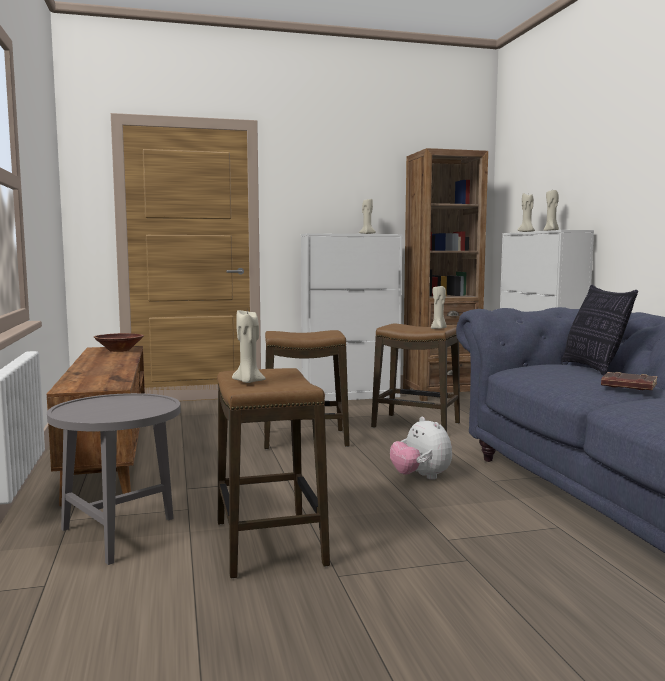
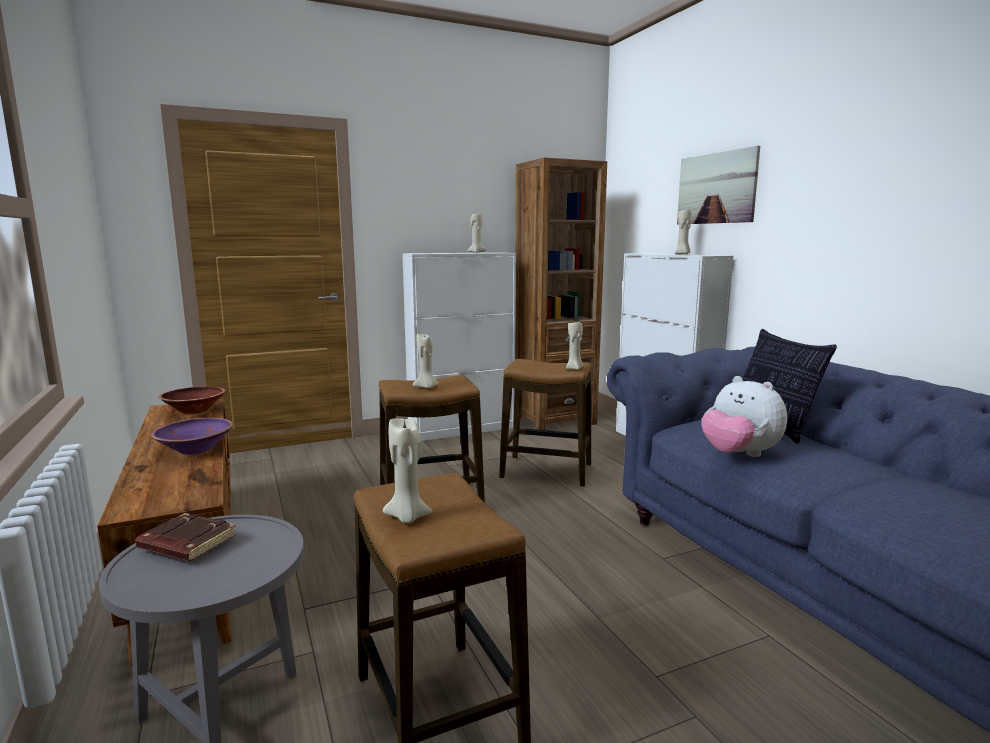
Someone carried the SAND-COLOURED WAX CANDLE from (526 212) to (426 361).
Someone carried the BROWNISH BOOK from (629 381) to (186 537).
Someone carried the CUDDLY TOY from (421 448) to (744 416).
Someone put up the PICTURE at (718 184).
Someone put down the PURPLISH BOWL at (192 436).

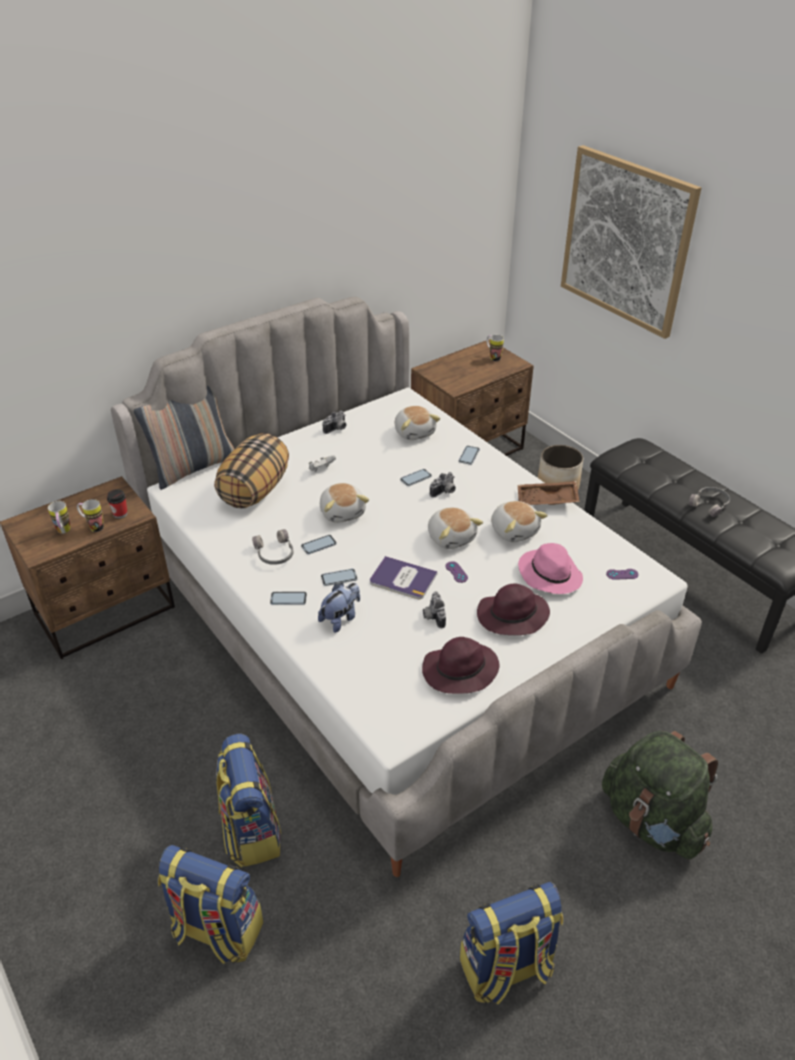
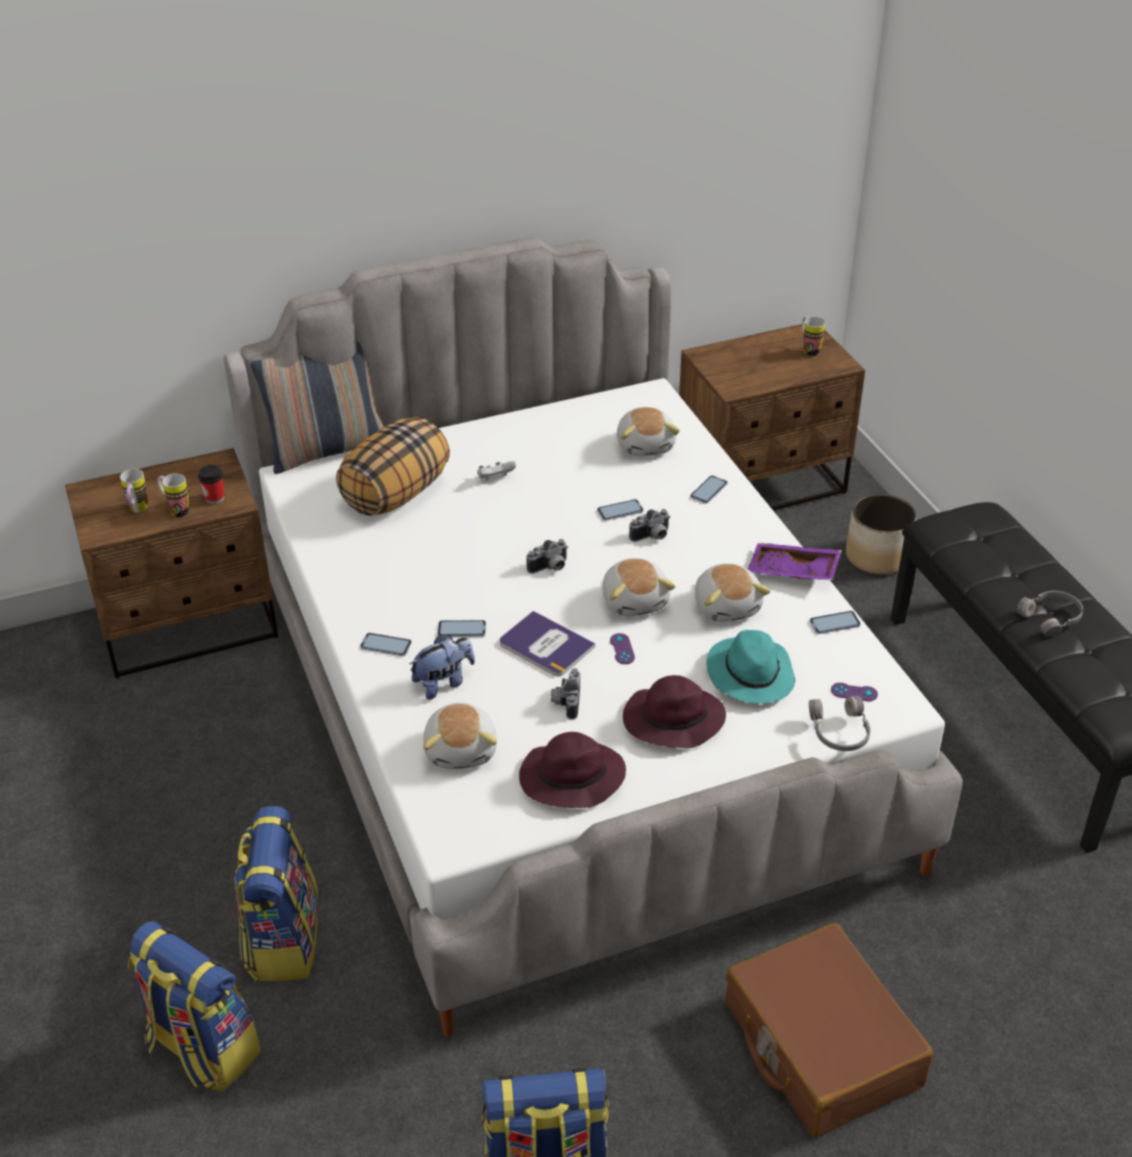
Someone took away the PICTURE at (631 242).
Someone carried the STILL CAMERA from (334 422) to (547 556).
Someone repainted the BROWNISH TRAY at (549 493), which became the PURPLISH TRAY at (795 561).
Someone carried the CUDDLY TOY from (344 503) to (460 736).
Someone carried the GRAY HEADSET from (272 547) to (839 723).
Someone carried the TELEPHONE from (319 544) to (835 622).
Someone repainted the PINK WEARABLE HAT at (550 568), which became the TURQUOISE-COLOURED WEARABLE HAT at (750 667).
Someone swapped the GREEN-COLOURED KNAPSACK at (660 795) for the BROWNISH SUITCASE at (829 1030).

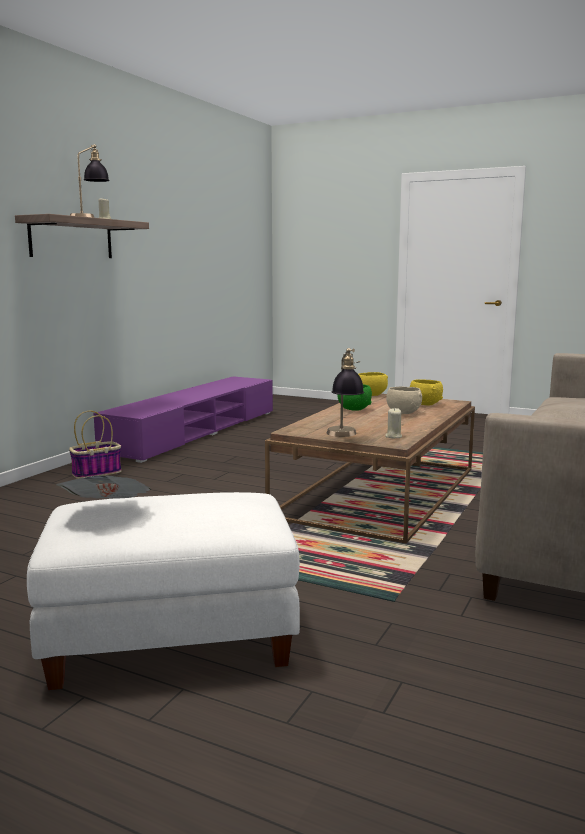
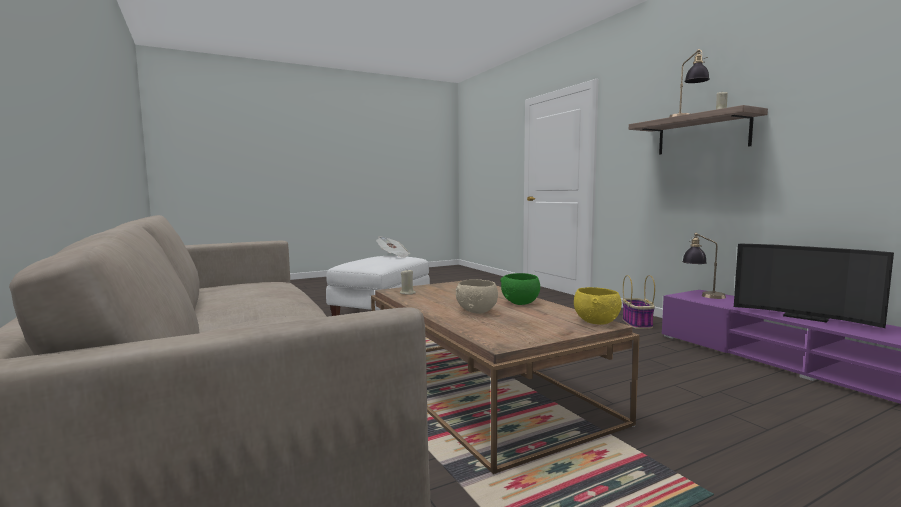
Someone carried the TABLETOP LAMP from (345 392) to (704 266).
Someone took away the YELLOW BOWL at (426 392).
Someone put down the TV SET at (814 286).

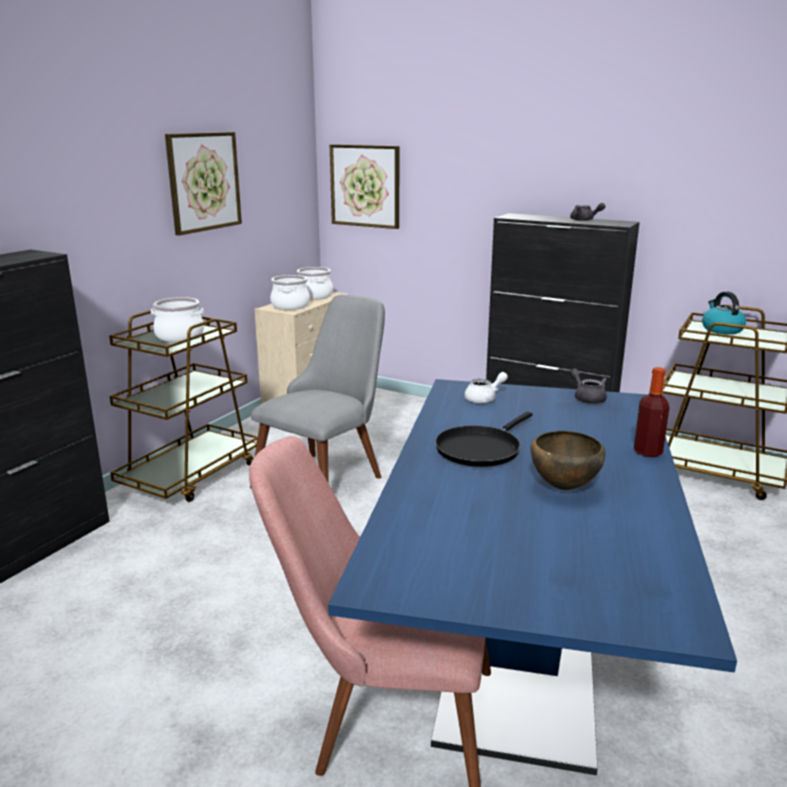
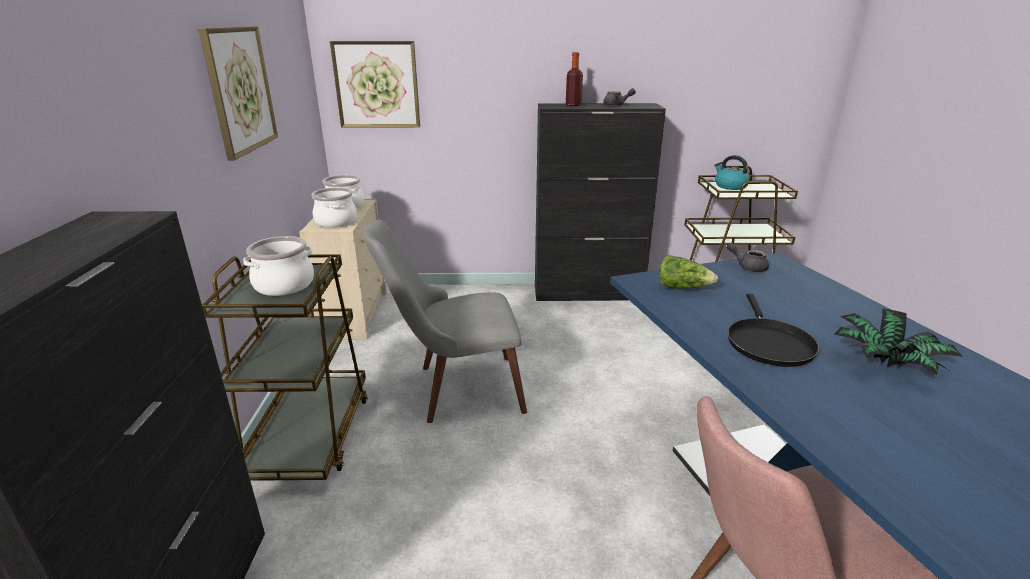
Someone rotated the GRAY CHAIR at (317 391) by 105 degrees counterclockwise.
Someone carried the BOTTLE from (652 412) to (574 79).
Someone swapped the WHITE POT FOR TEA at (486 387) for the LETTUCE HEAD at (688 272).
Someone swapped the BROWNISH BOWL at (568 460) for the PLANT IN A POT at (898 342).

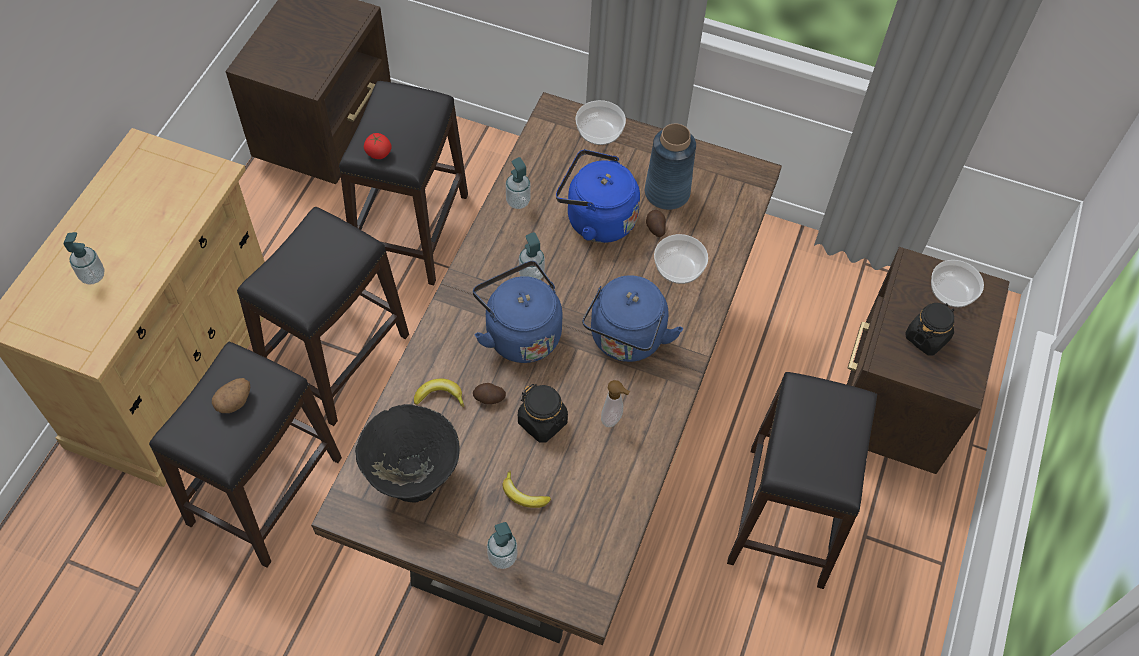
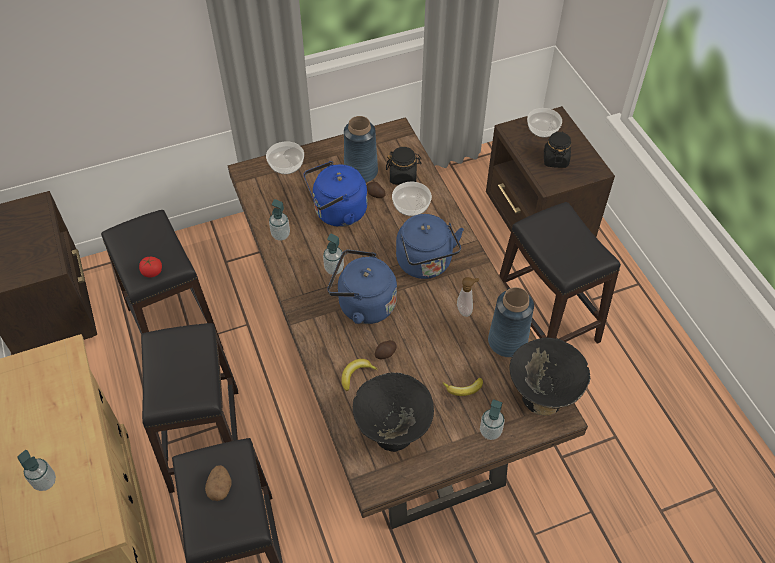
Someone carried the BLACKISH STORAGE JAR from (543 413) to (403 166).
Someone put down the BLUE-COLOURED DECORATIVE VASE at (511 322).
Someone put down the BLACKISH BOWL at (550 377).

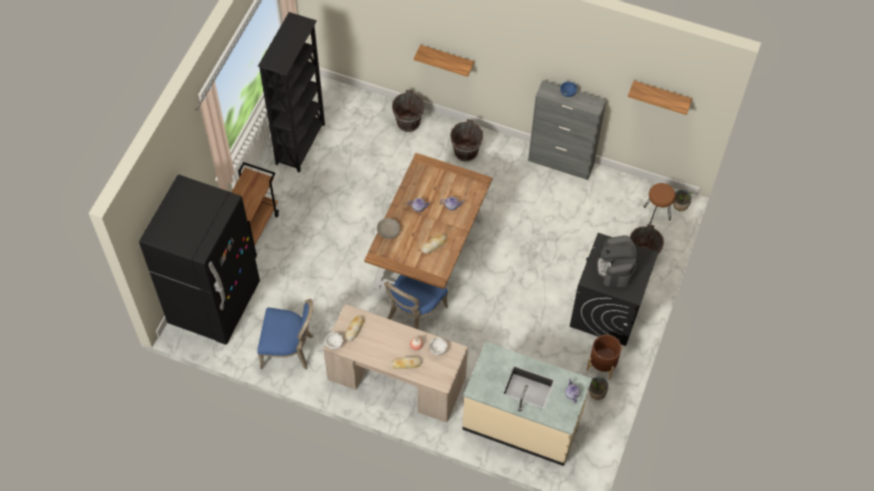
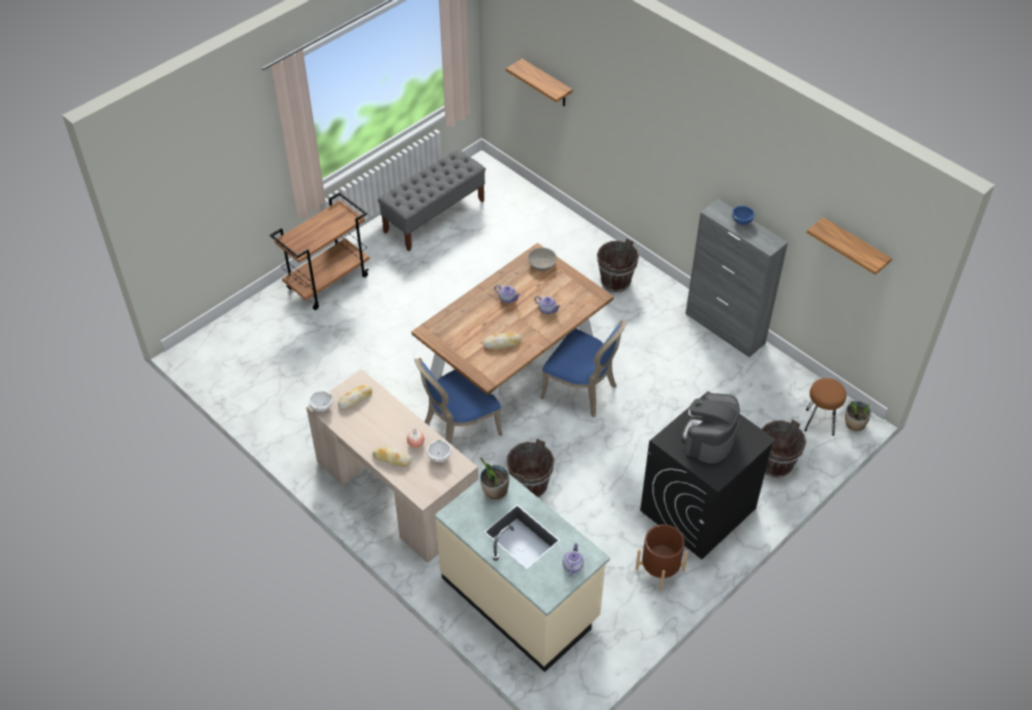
Someone swapped the BLACKISH SHELVING UNIT at (291 92) for the GRAY BENCH at (432 200).
Someone carried the BRACKET SHELF from (444 61) to (539 82).
Someone carried the BROWNISH PAIL from (408 111) to (530 468).
Someone took away the BLACKISH REFRIGERATOR at (199 259).
Someone carried the GRAY BOWL from (388 228) to (542 259).
Someone carried the BLUE-COLOURED CHAIR from (285 334) to (583 368).
Someone carried the PLANT IN A POT from (599 388) to (494 478).

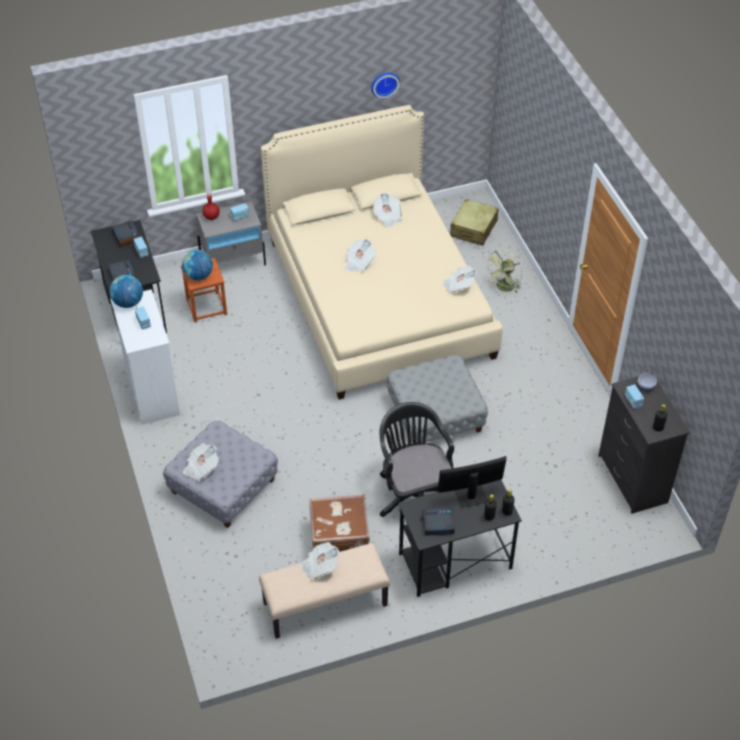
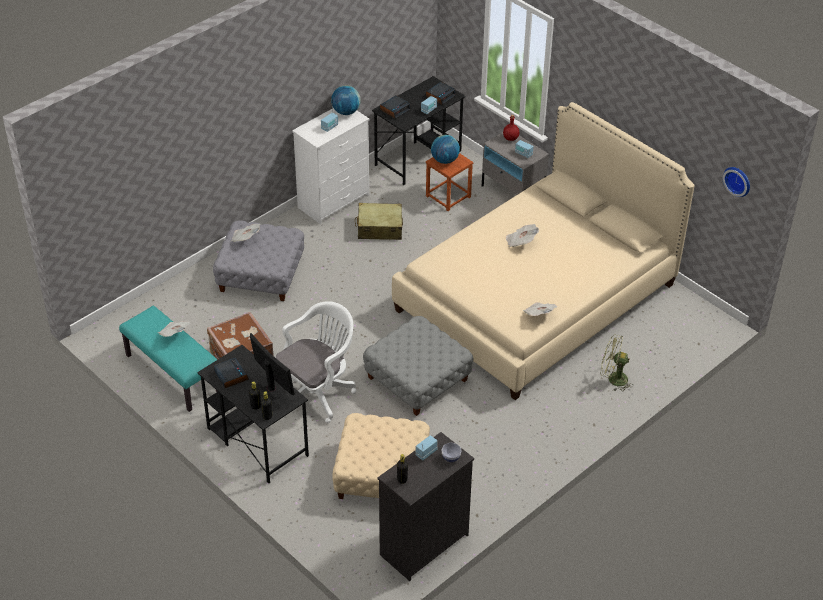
Someone carried the WALL CLOCK from (385 85) to (736 182).
Someone took away the PRINTED PAPER at (387 210).
Someone carried the SAND-COLOURED SUITCASE from (474 222) to (379 221).
Someone repainted the BLACKISH DESK CHAIR at (417 459), which became the WHITE DESK CHAIR at (316 362).
Someone repainted the SAND-COLOURED BENCH at (324 591), which became the TURQUOISE-COLOURED BENCH at (168 359).
Someone put down the SAND-COLOURED POUFFE at (381 456).

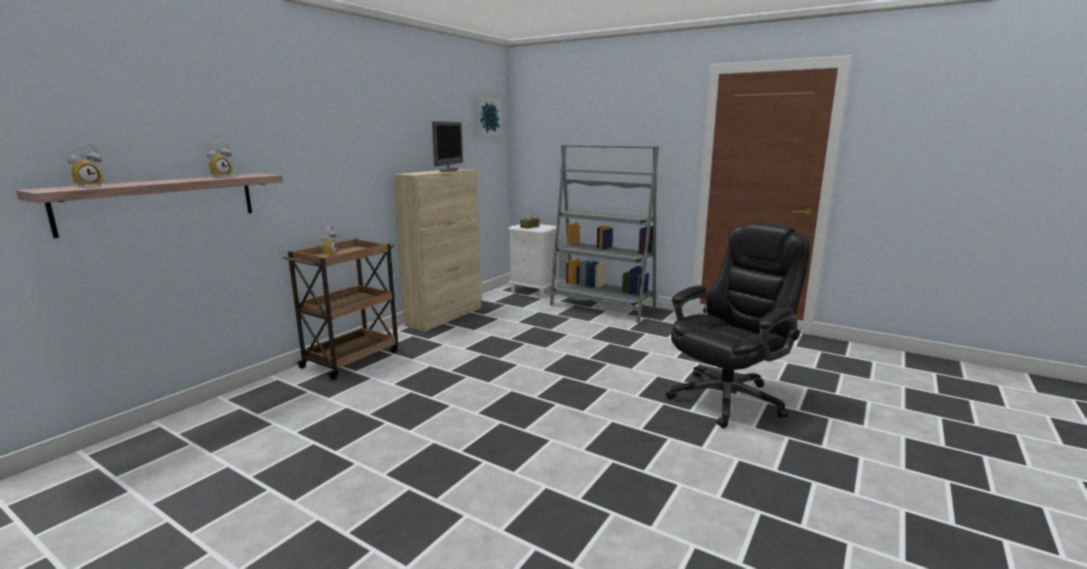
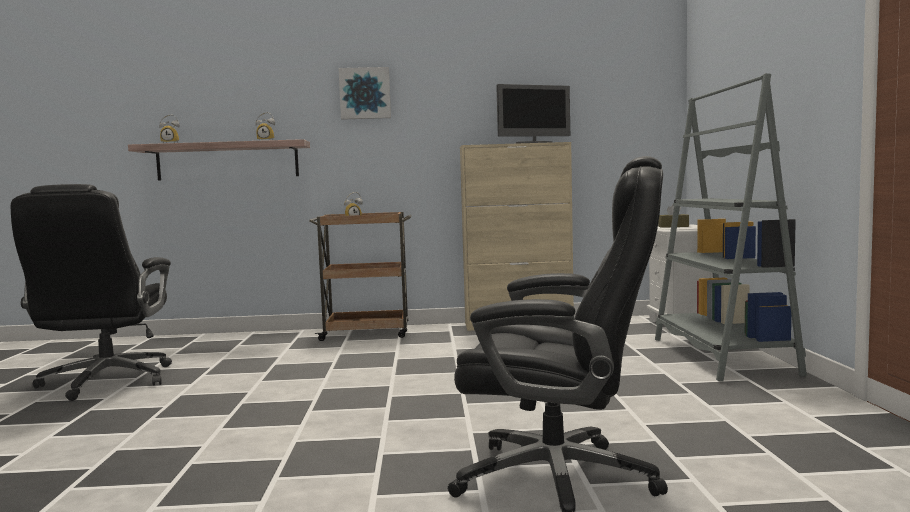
Someone carried the PICTURE from (488 116) to (365 93).
Someone put down the BLACKISH DESK CHAIR at (91 292).

